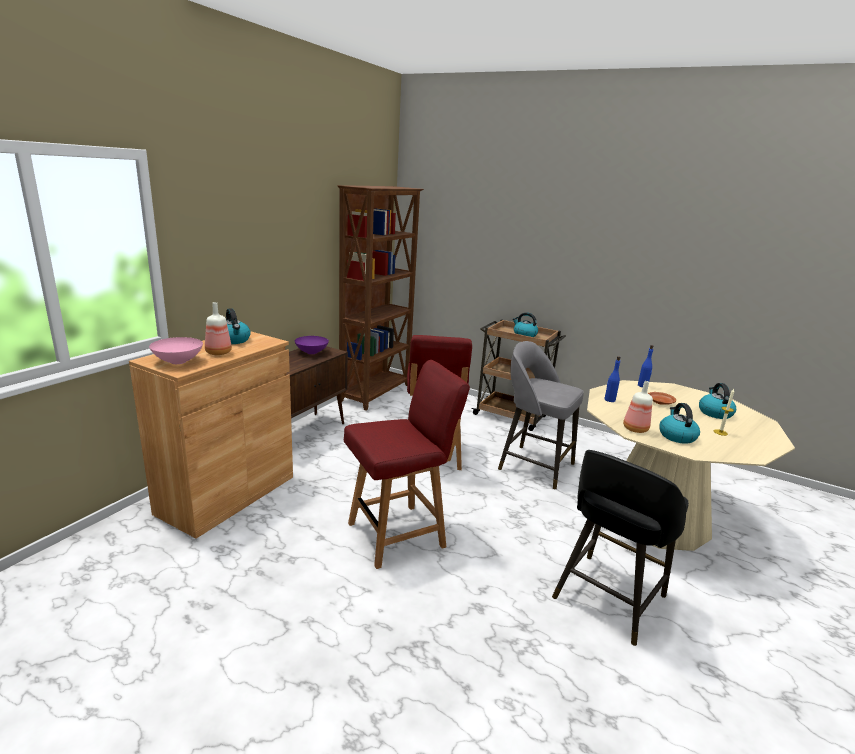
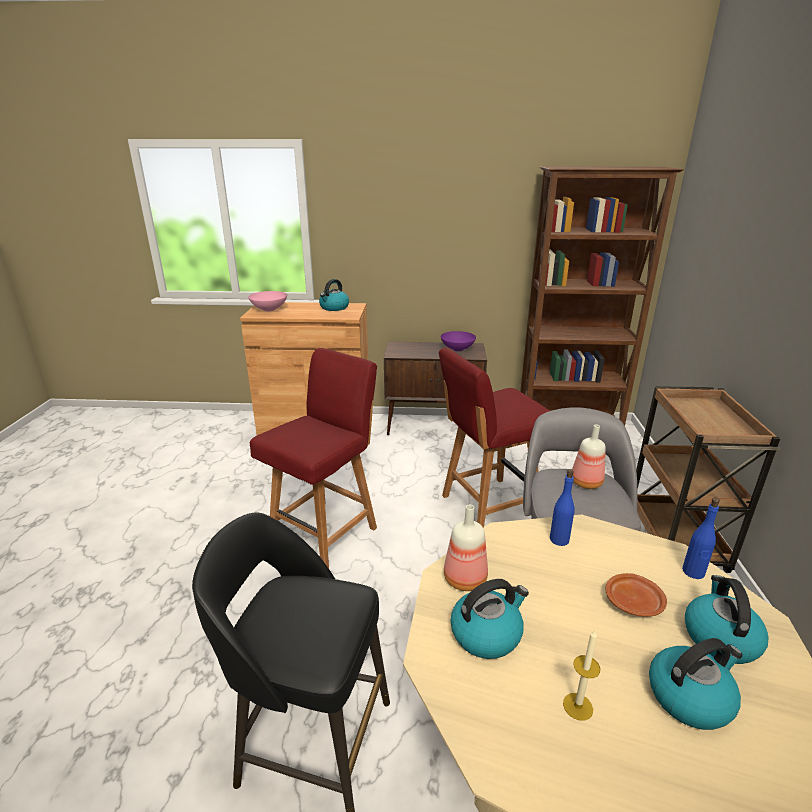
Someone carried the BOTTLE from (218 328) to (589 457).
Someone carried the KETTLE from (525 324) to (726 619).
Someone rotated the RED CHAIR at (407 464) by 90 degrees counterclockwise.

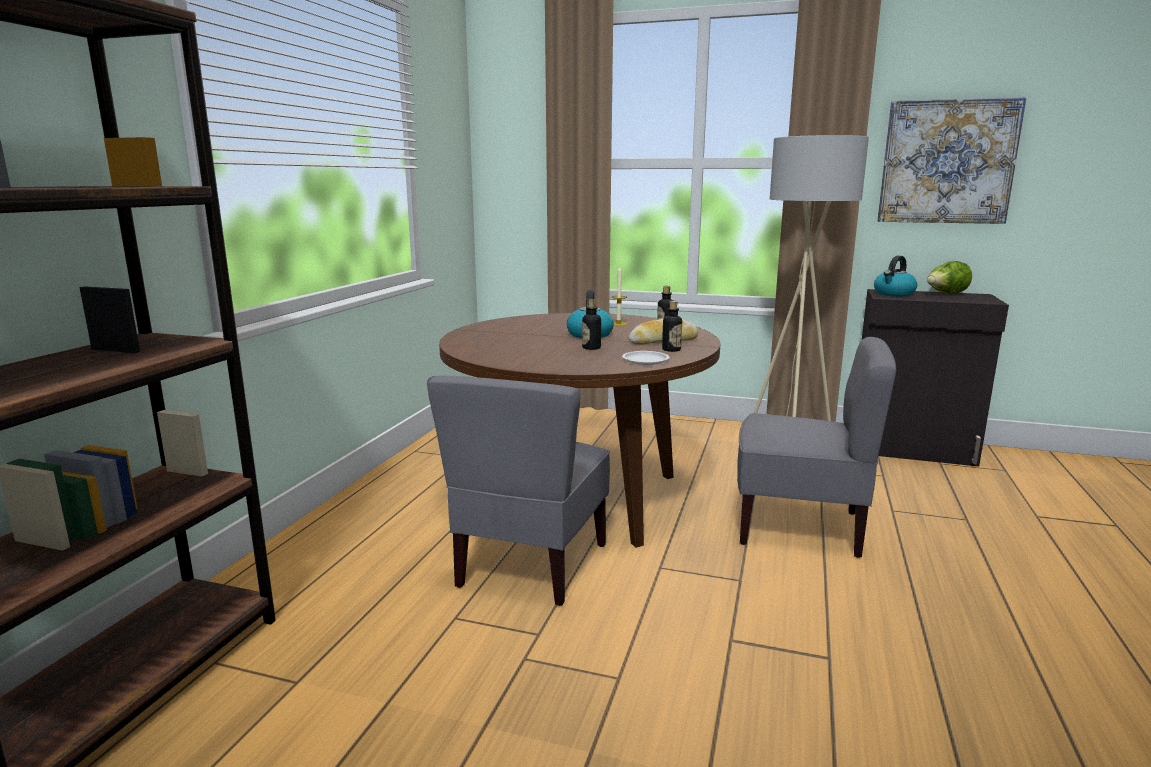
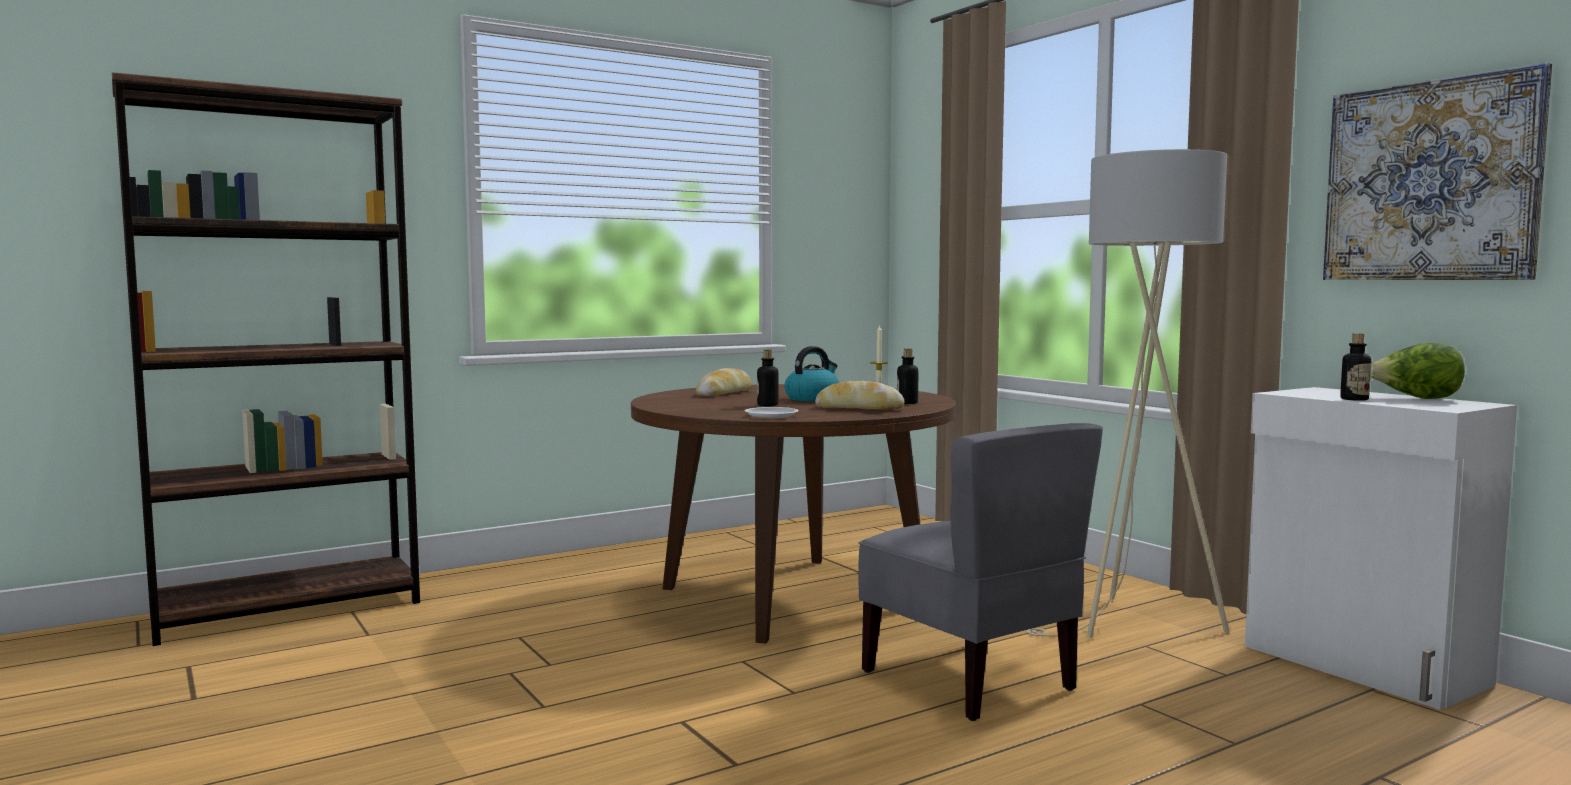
Someone took away the KETTLE at (895 276).
Someone repainted the BLACKISH STORAGE CABINET at (935 378), which became the WHITE STORAGE CABINET at (1381 548).
Someone carried the BOTTLE from (672 326) to (1355 367).
Someone took away the GRAY CHAIR at (518 491).
Someone put down the BREAD at (724 382).

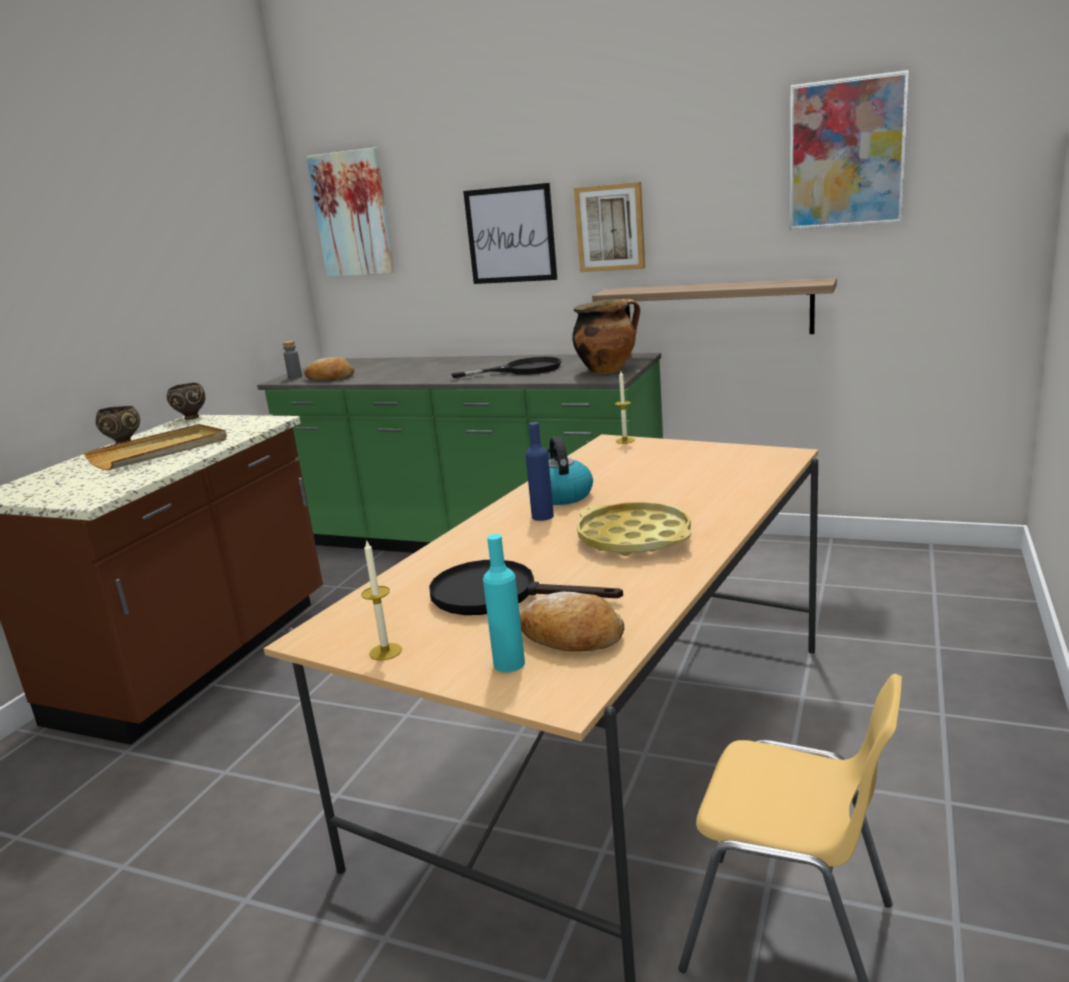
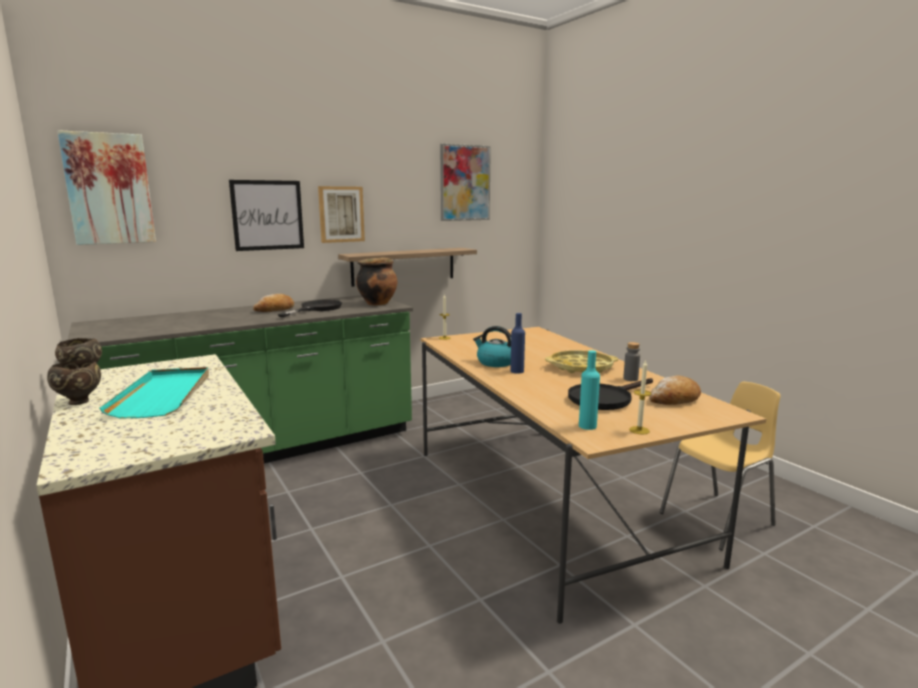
Someone carried the GRAY BOTTLE from (292 360) to (631 361).
Someone carried the BREAD from (329 368) to (273 303).
Someone repainted the SAND-COLOURED TRAY at (155 447), which became the TURQUOISE-COLOURED TRAY at (154 392).
Someone carried the TURQUOISE-COLOURED BOTTLE from (504 603) to (589 390).

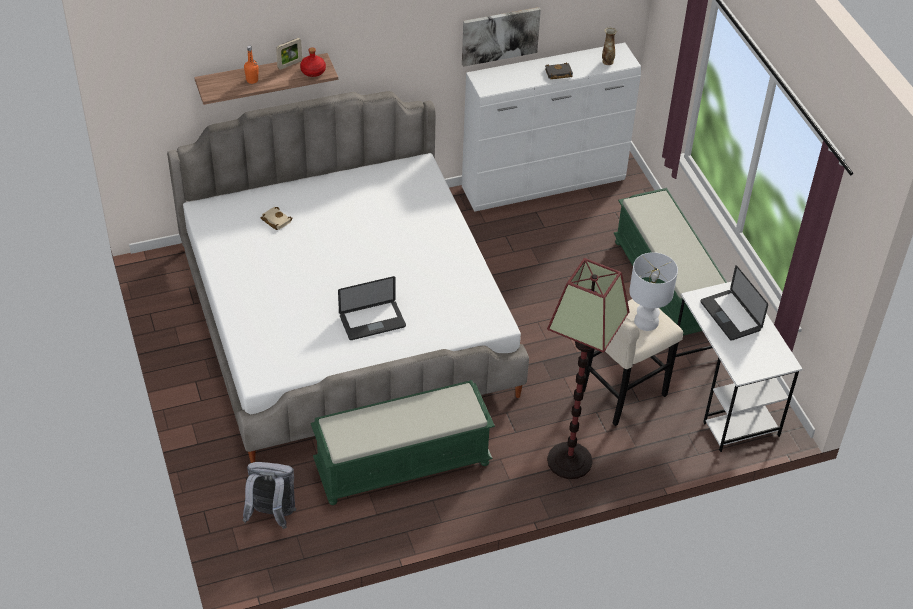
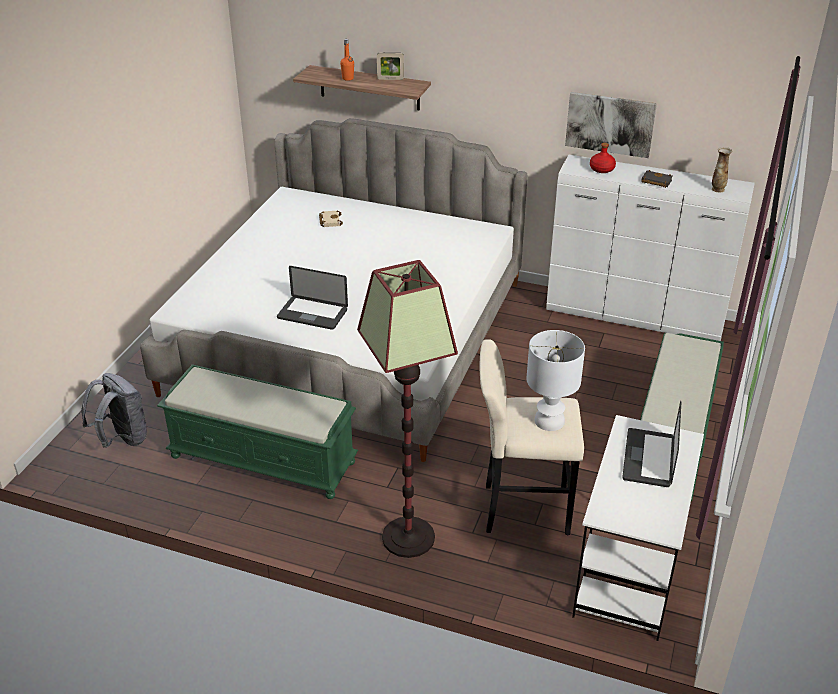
Someone carried the RED BOTTLE from (313 62) to (603 158).

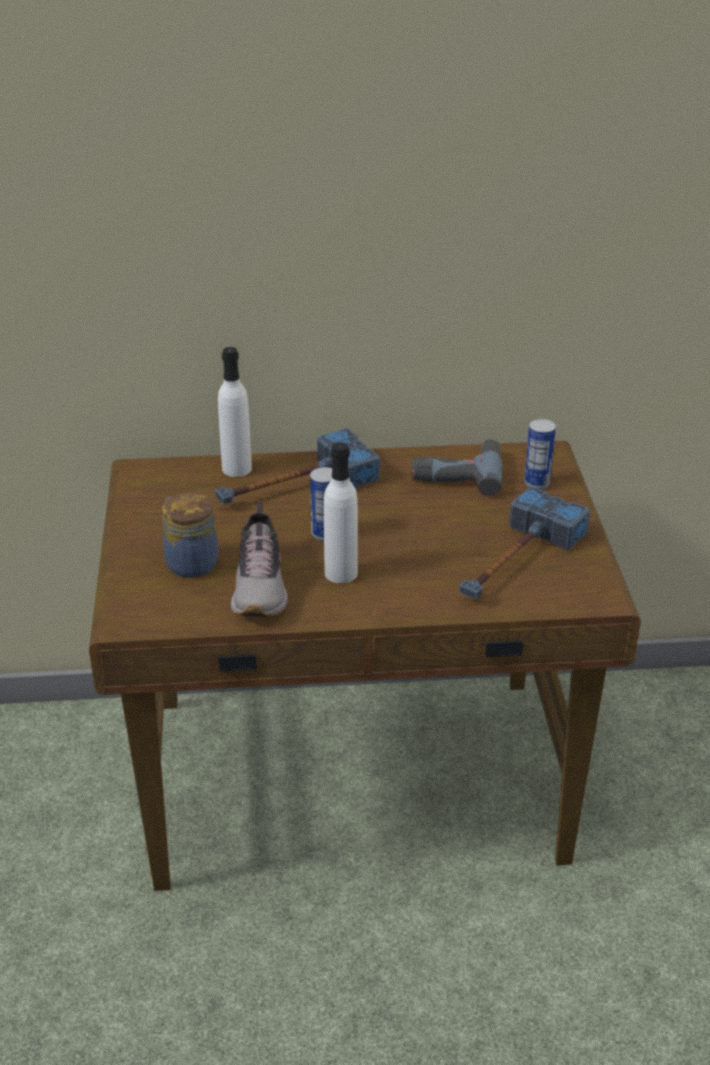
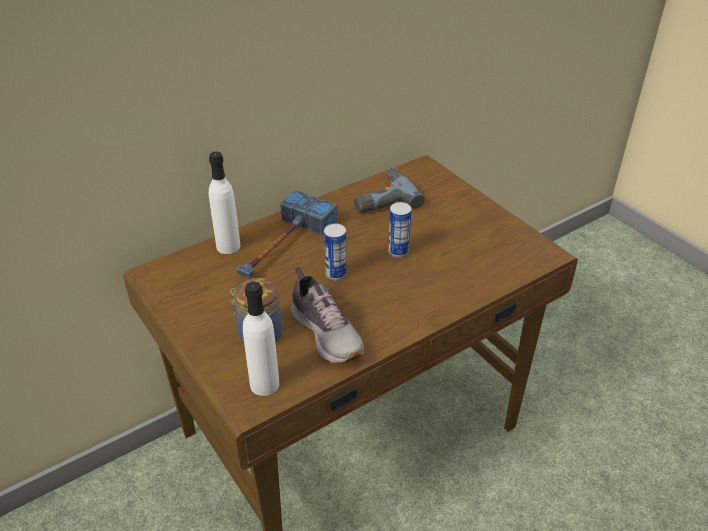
Someone carried the SEALED CAN from (540 454) to (400 230).
Someone carried the WHITE BOTTLE from (341 512) to (261 339).
Someone took away the TOOL HAMMER at (524 542).

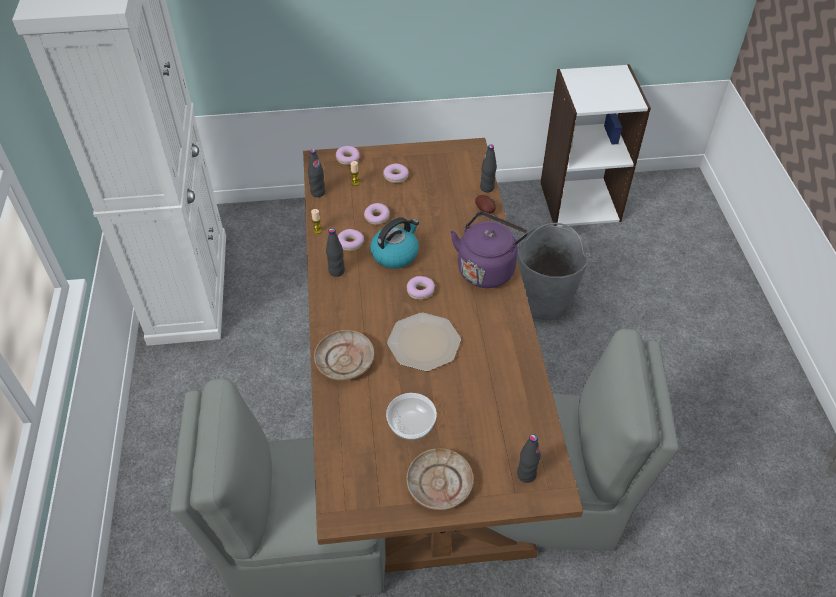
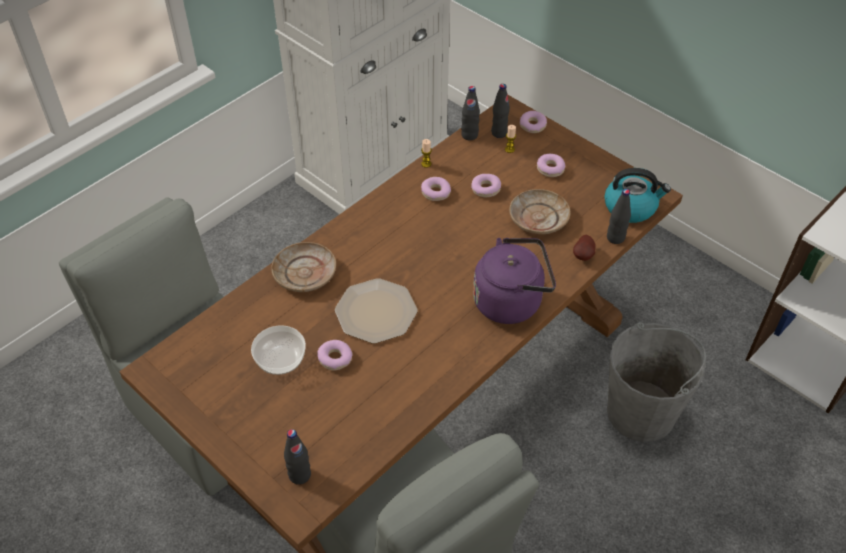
Someone carried the KETTLE from (394 243) to (637 195).
Someone carried the BLACKISH BOTTLE from (335 252) to (500 111).
Someone carried the RING DOUGHNUT from (421 288) to (335 355).
Someone carried the SAND-COLOURED FLAT DISH from (440 479) to (540 211).

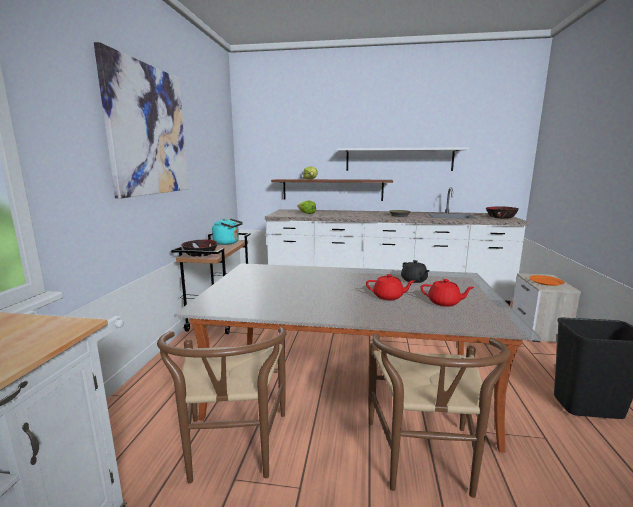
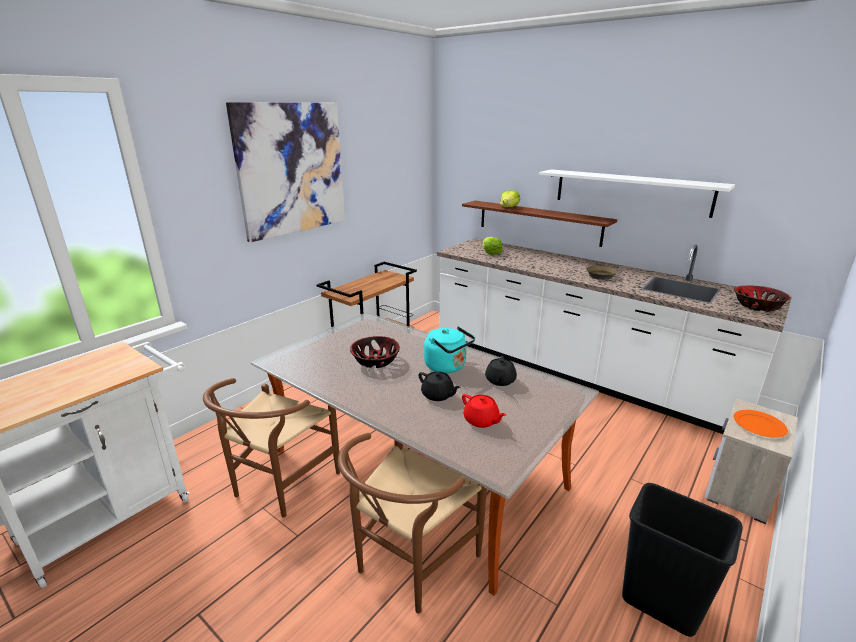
Someone carried the TURQUOISE-COLOURED KETTLE from (227 231) to (449 349).
Someone carried the BOWL from (199 248) to (375 352).
Someone repainted the RED POT FOR TEA at (390 287), which became the BLACKISH POT FOR TEA at (439 386).

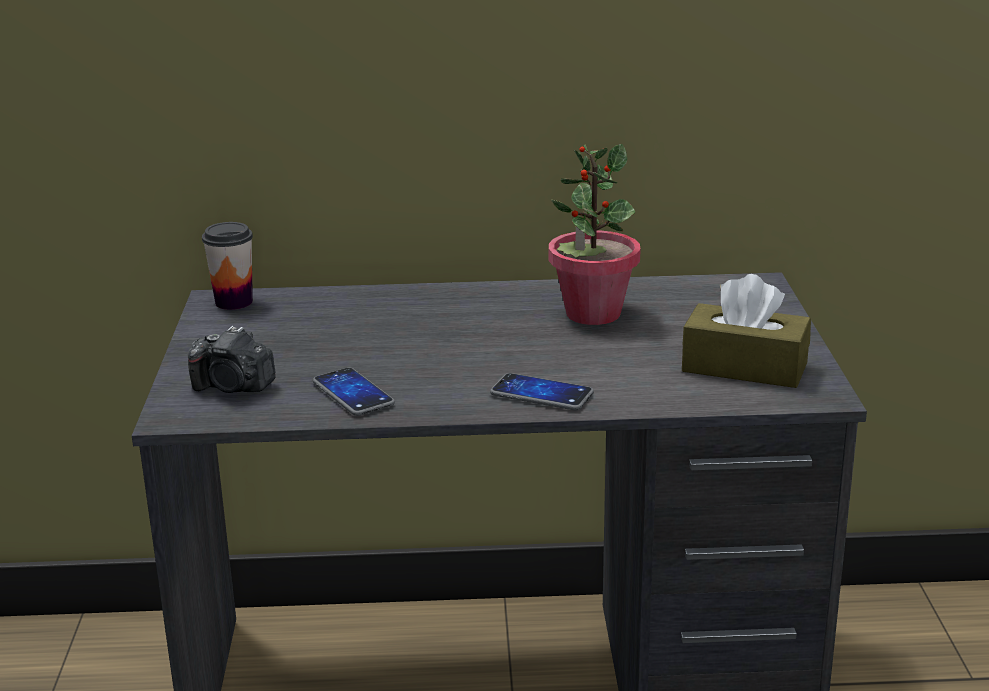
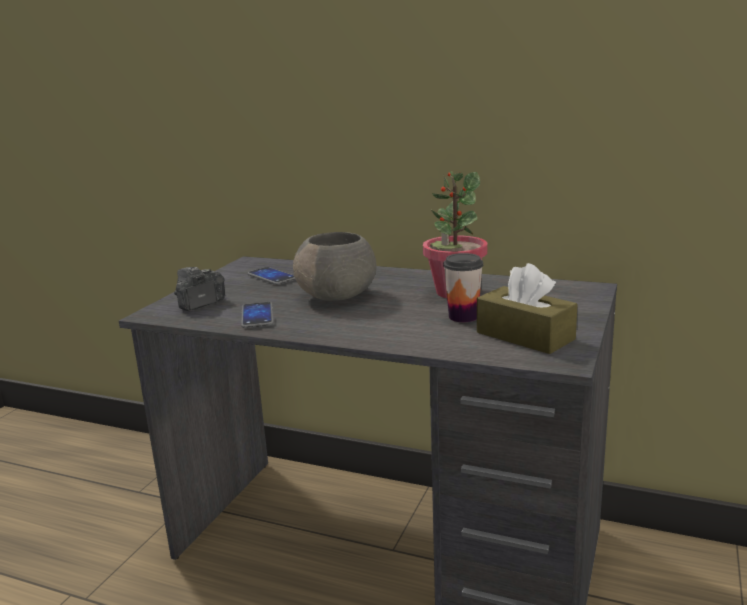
Someone carried the DRINKING CUP from (227 266) to (463 287).
Someone rotated the STILL CAMERA at (232 359) by 90 degrees clockwise.
Someone carried the TELEPHONE from (542 391) to (271 276).
Someone put down the GRAY BOWL at (334 266).

